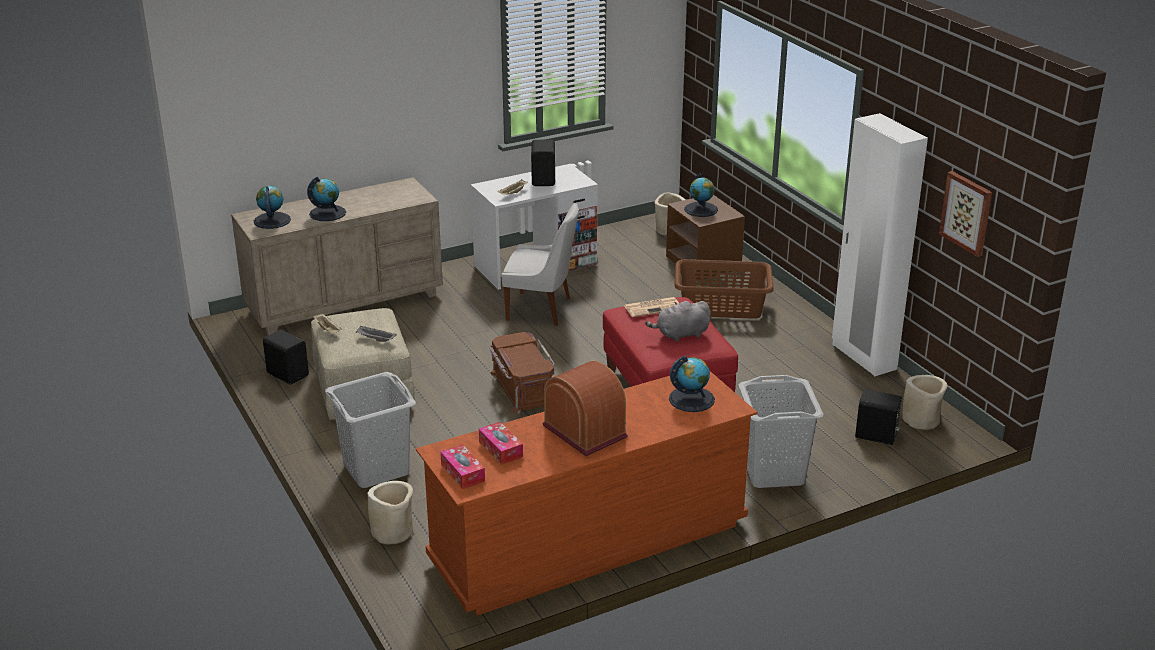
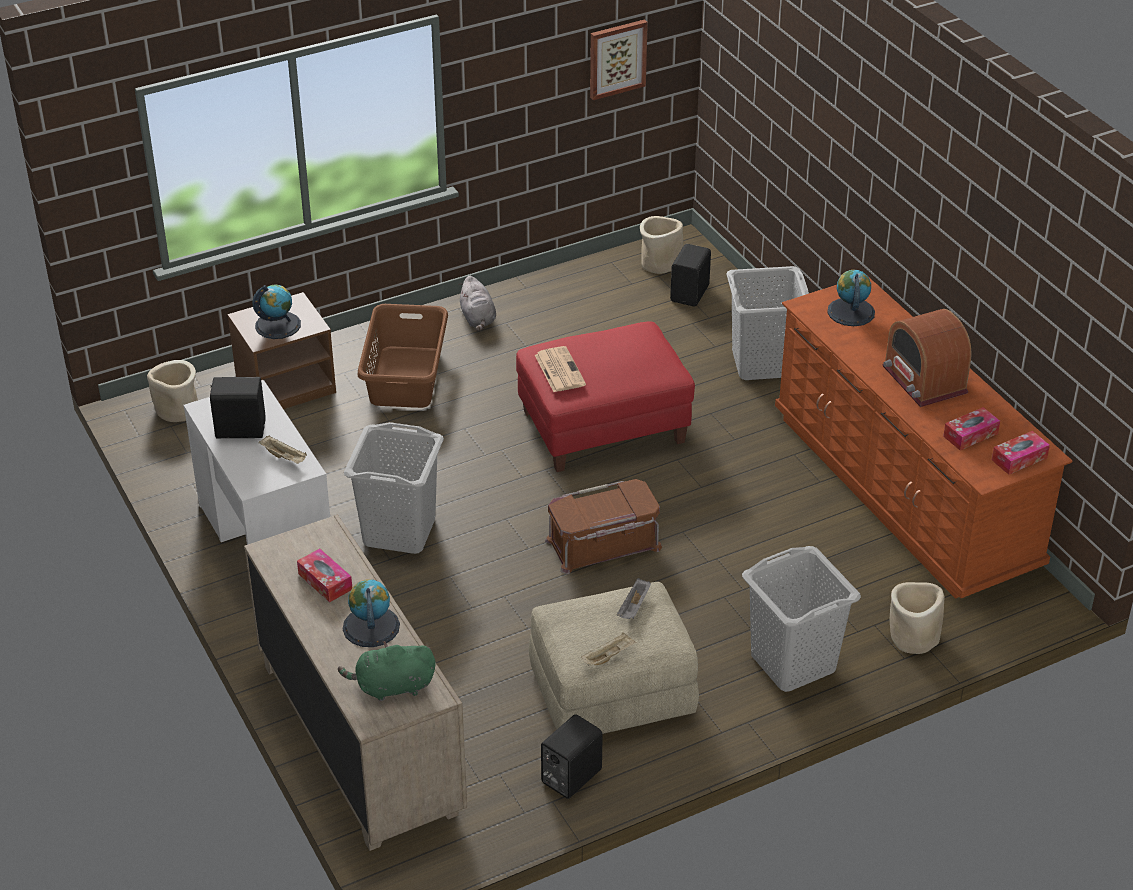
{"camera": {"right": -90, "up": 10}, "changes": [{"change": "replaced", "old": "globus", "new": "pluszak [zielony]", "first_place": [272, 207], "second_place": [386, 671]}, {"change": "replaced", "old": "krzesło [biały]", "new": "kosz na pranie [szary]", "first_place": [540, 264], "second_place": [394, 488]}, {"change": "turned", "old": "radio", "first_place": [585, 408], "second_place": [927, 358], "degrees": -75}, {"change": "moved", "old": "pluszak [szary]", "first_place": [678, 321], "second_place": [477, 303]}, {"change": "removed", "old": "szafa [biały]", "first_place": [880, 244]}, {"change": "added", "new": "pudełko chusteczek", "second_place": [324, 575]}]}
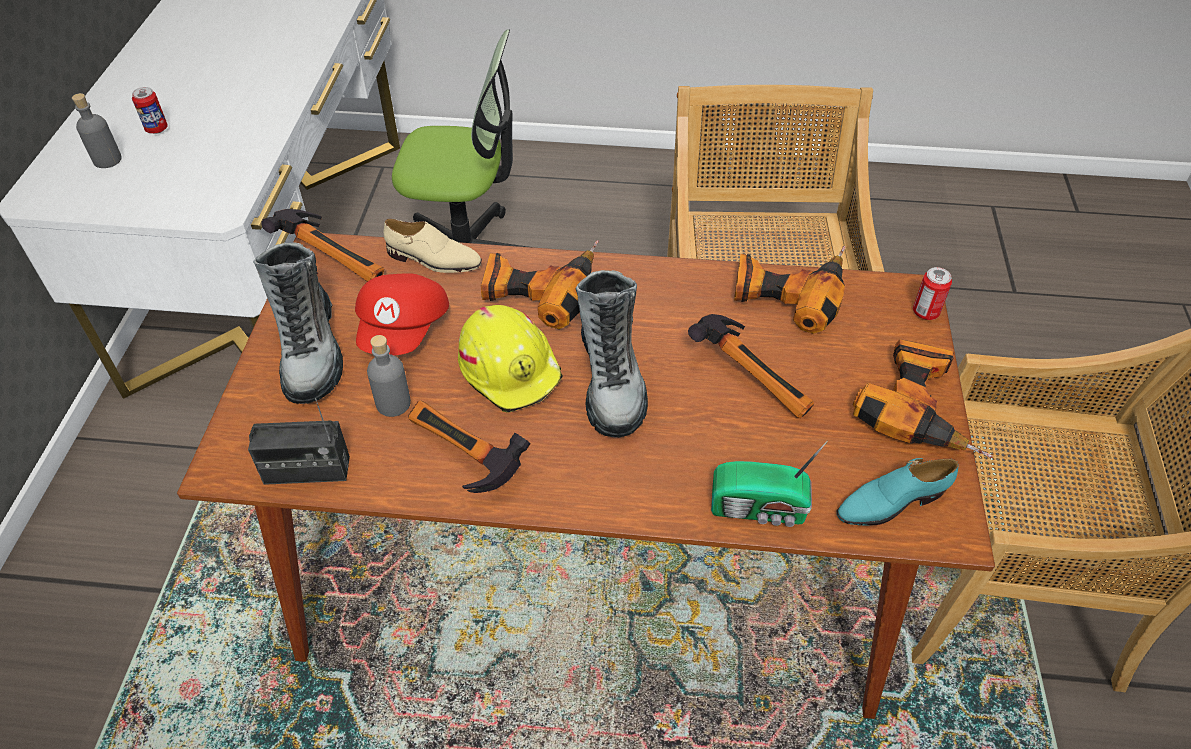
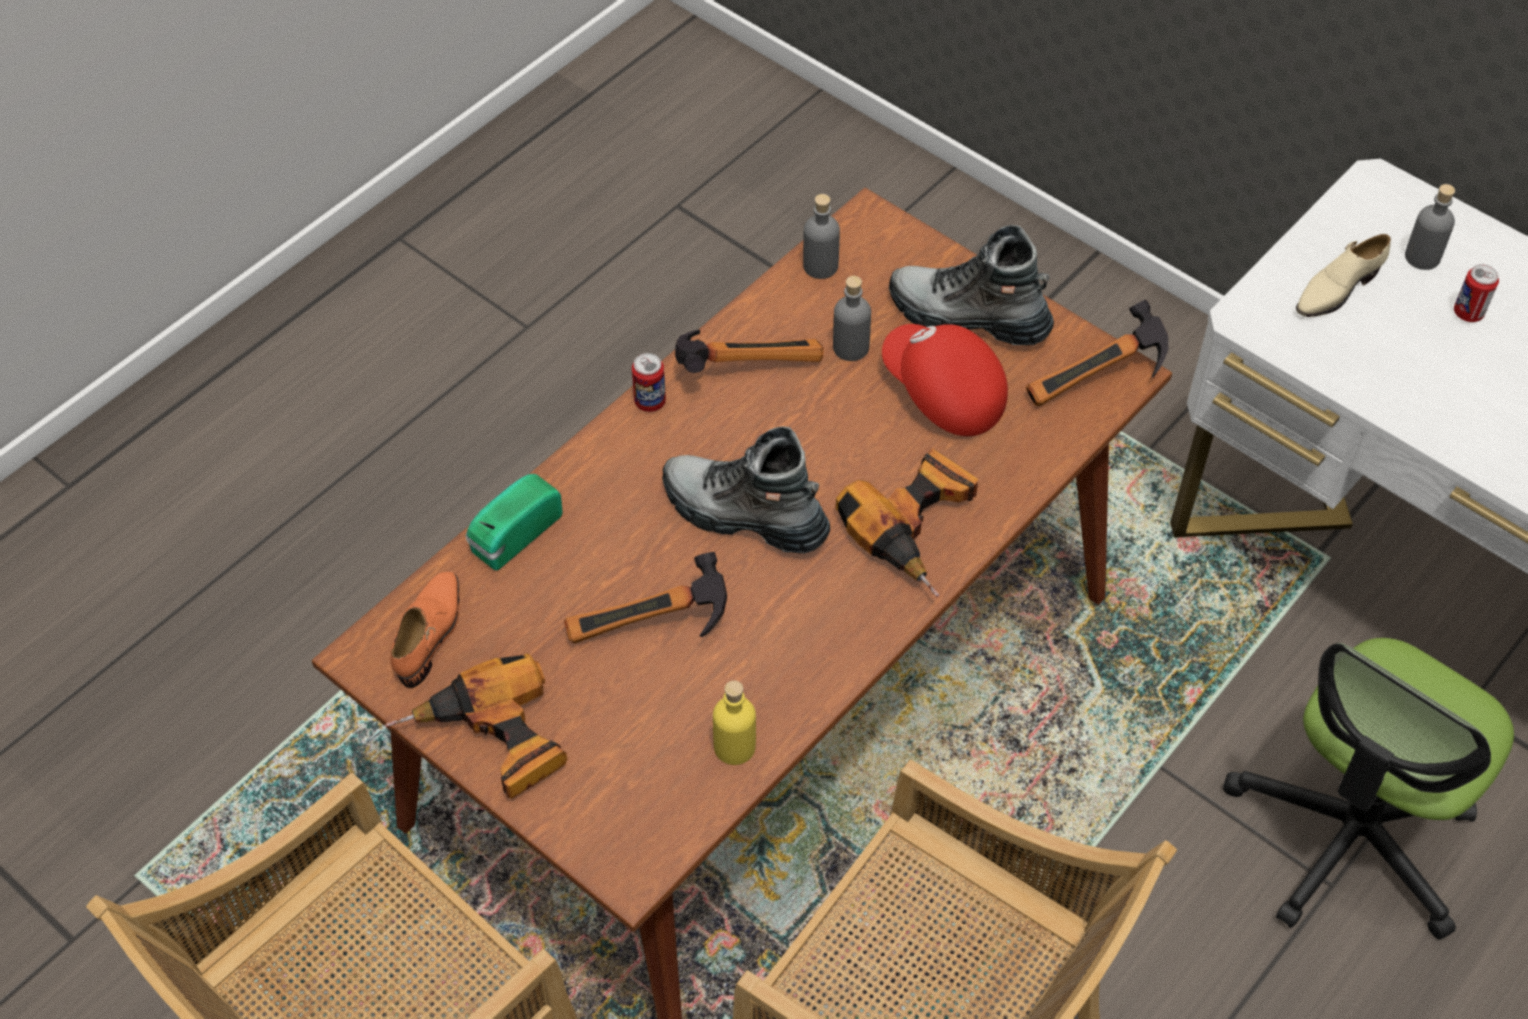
{"camera": {"right": 125, "up": 5}, "changes": [{"change": "replaced", "old": "radio", "new": "butelka [szary]", "first_place": [299, 441], "second_place": [821, 236]}, {"change": "moved", "old": "but [beżowy]", "first_place": [433, 246], "second_place": [1343, 275]}, {"change": "removed", "old": "kask [żółty]", "first_place": [510, 359]}, {"change": "replaced", "old": "wiertarka", "new": "butelka [żółty]", "first_place": [789, 290], "second_place": [734, 723]}, {"change": "recoloured", "old": "but [turkusowy]", "new": "but [pomarańczowy]", "first_place": [897, 491], "second_place": [425, 630]}, {"change": "moved", "old": "puszka", "first_place": [932, 293], "second_place": [649, 382]}]}
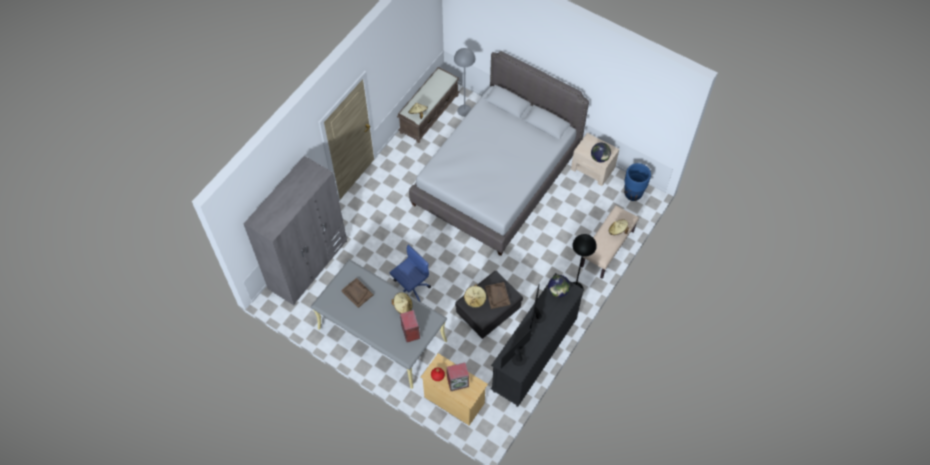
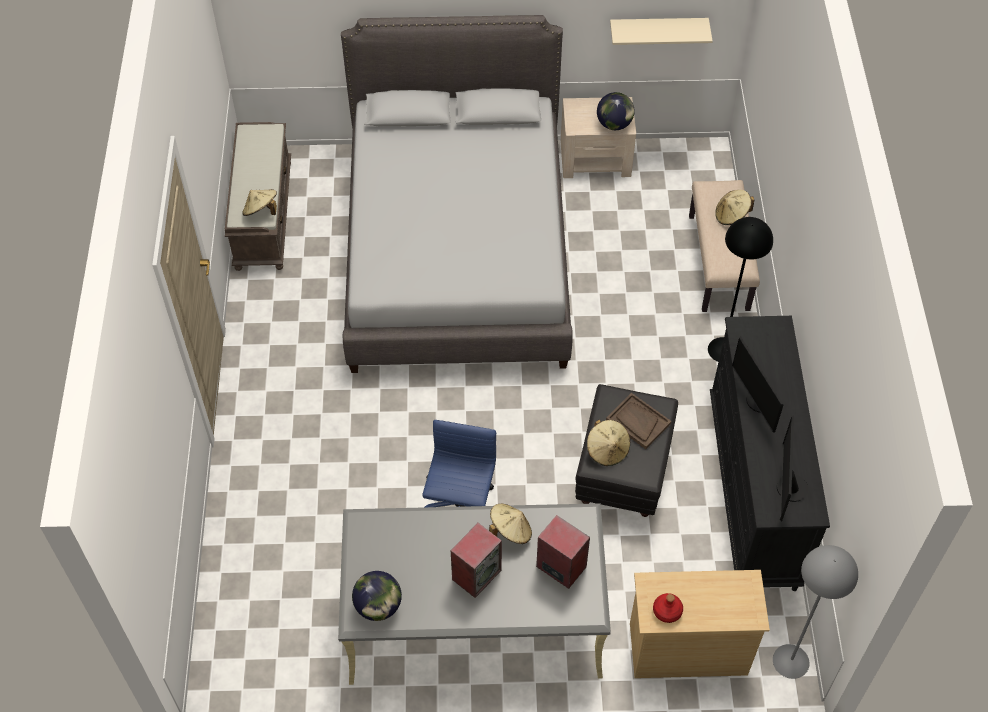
{"camera": {"right": -35, "up": -5}, "changes": [{"change": "removed", "old": "szafa [szary]", "first_place": [295, 230]}, {"change": "removed", "old": "taca [brązowy]", "first_place": [357, 293]}, {"change": "moved", "old": "głośnik", "first_place": [458, 377], "second_place": [476, 560]}, {"change": "moved", "old": "lampa stojąca [szary]", "first_place": [464, 82], "second_place": [815, 612]}, {"change": "moved", "old": "globus", "first_place": [559, 286], "second_place": [377, 596]}, {"change": "removed", "old": "donica [niebieski]", "first_place": [637, 182]}, {"change": "added", "new": "półka [beżowy]", "second_place": [661, 31]}]}
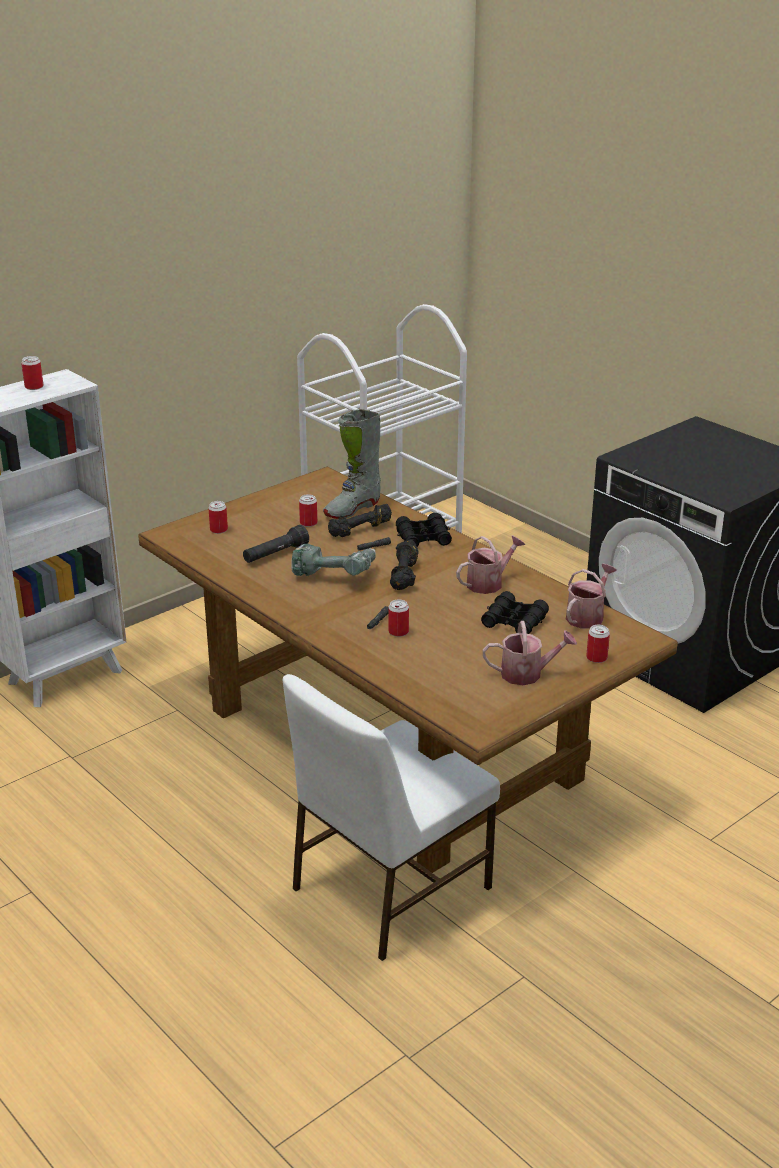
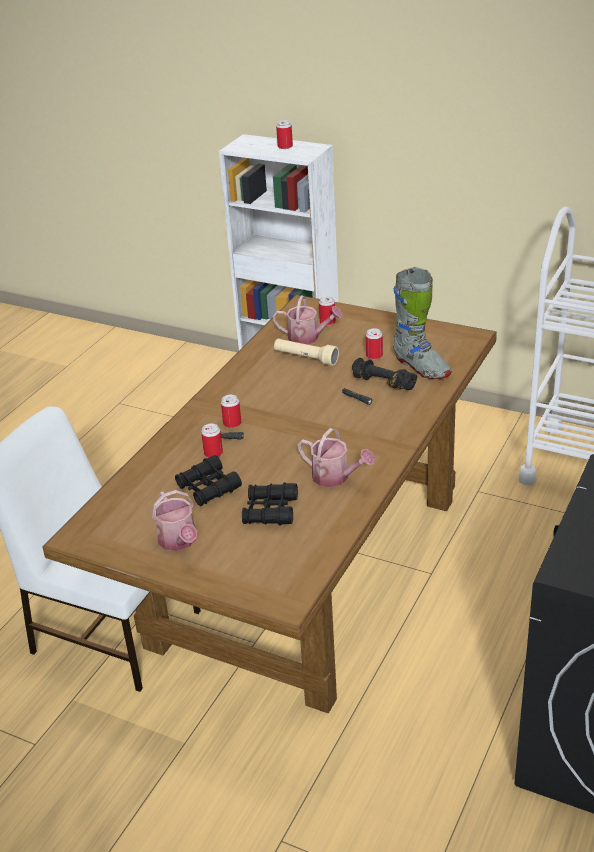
{"camera": {"right": 70, "up": 5}, "changes": [{"change": "recoloured", "old": "latarka [czarny]", "new": "latarka [beżowy]", "first_place": [276, 544], "second_place": [306, 352]}, {"change": "removed", "old": "wiertarka", "first_place": [334, 560]}, {"change": "turned", "old": "but z cholewką [szary]", "first_place": [352, 464], "second_place": [422, 323], "degrees": -150}, {"change": "removed", "old": "hantel [czarny]", "first_place": [404, 564]}, {"change": "moved", "old": "lornetka [czarny]", "first_place": [424, 529], "second_place": [208, 480]}, {"change": "moved", "old": "konewka", "first_place": [591, 596], "second_place": [308, 320]}, {"change": "moved", "old": "puszka", "first_place": [598, 644], "second_place": [231, 411]}]}
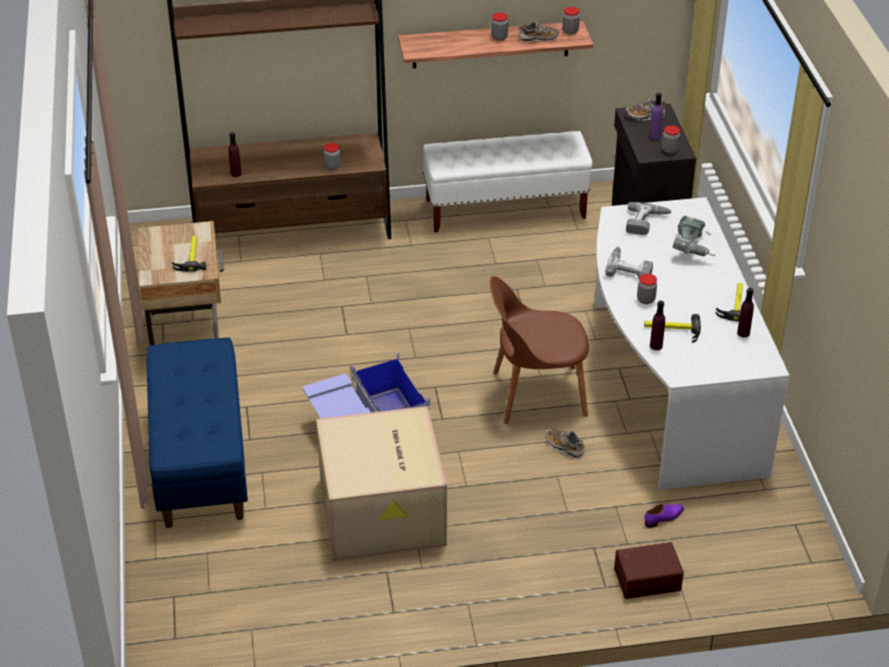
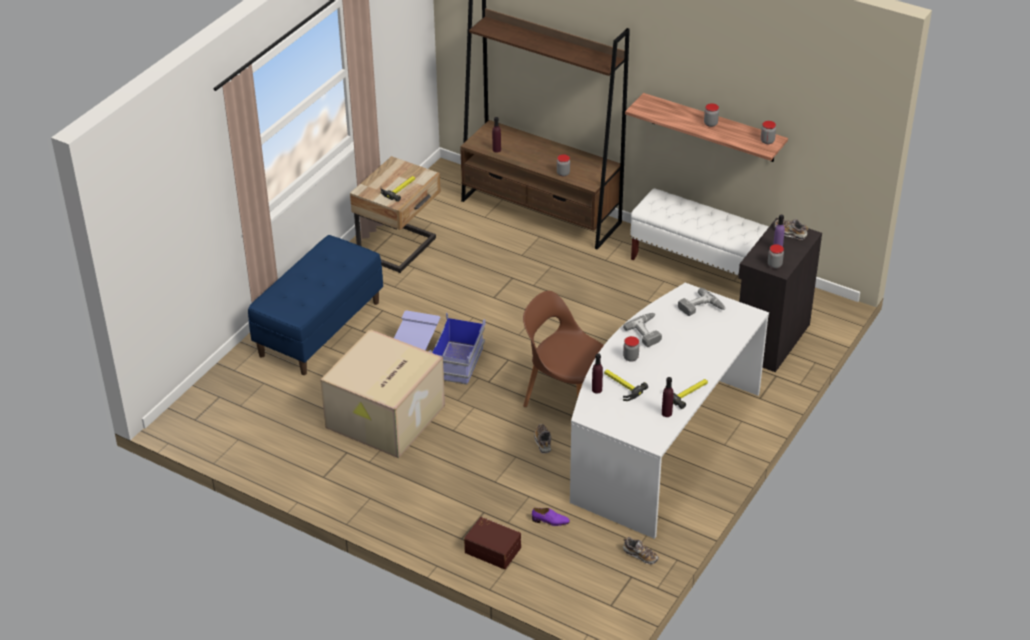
{"camera": {"right": 40, "up": 0}, "changes": [{"change": "moved", "old": "but", "first_place": [538, 31], "second_place": [641, 550]}, {"change": "removed", "old": "wiertarka", "first_place": [694, 236]}]}
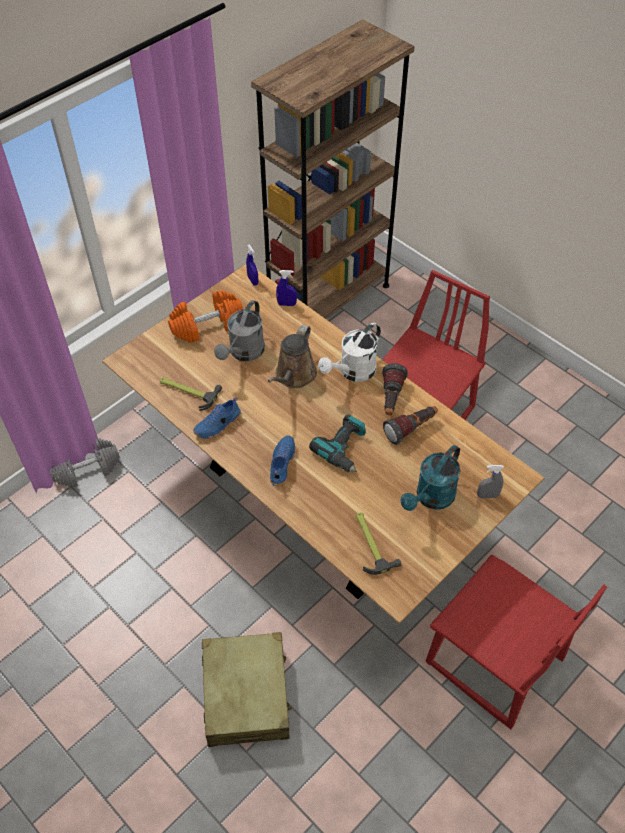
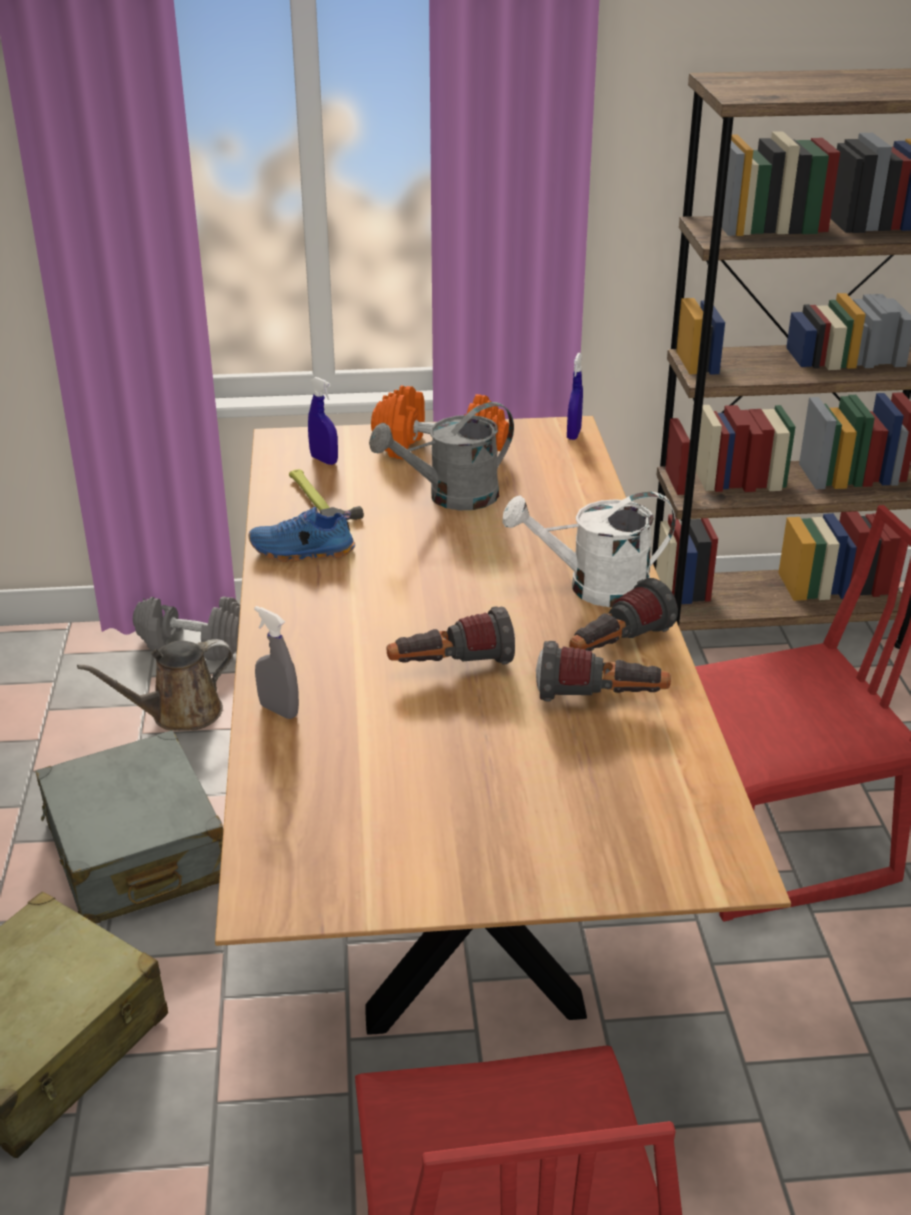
{"camera": {"right": 40, "up": -20}, "changes": [{"change": "moved", "old": "konewka [brązowy]", "first_place": [292, 356], "second_place": [155, 685]}, {"change": "removed", "old": "but [niebieski]", "first_place": [282, 460]}, {"change": "moved", "old": "spryskiwacz [niebieski]", "first_place": [286, 288], "second_place": [323, 421]}, {"change": "replaced", "old": "wiertarka", "new": "latarka", "first_place": [337, 443], "second_place": [451, 635]}, {"change": "removed", "old": "młotek", "first_place": [378, 543]}, {"change": "removed", "old": "konewka [turkusowy]", "first_place": [430, 478]}, {"change": "moved", "old": "spryskiwacz [szary]", "first_place": [490, 481], "second_place": [276, 662]}, {"change": "added", "new": "walizka [szary]", "second_place": [129, 827]}]}
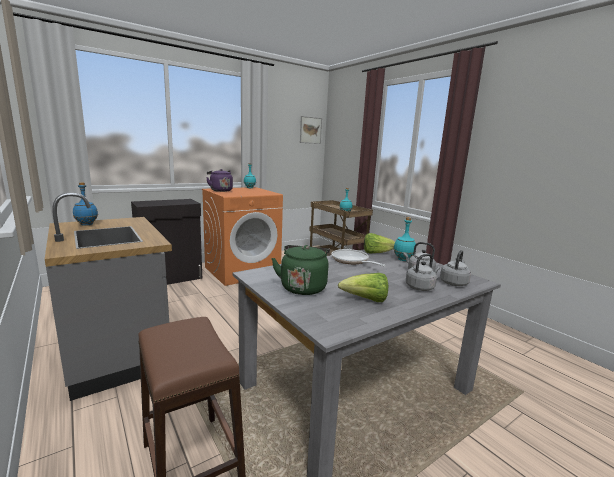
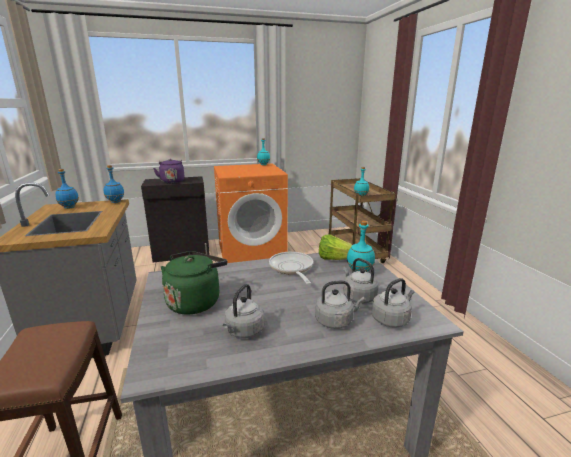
{"camera": {"right": 20, "up": 5}, "changes": [{"change": "moved", "old": "czajnik [fioletowy]", "first_place": [219, 180], "second_place": [169, 171]}, {"change": "removed", "old": "obraz", "first_place": [311, 130]}, {"change": "replaced", "old": "sałata", "new": "czajnik [szary]", "first_place": [363, 287], "second_place": [244, 311]}, {"change": "added", "new": "butelka [niebieski]", "second_place": [114, 184]}]}
